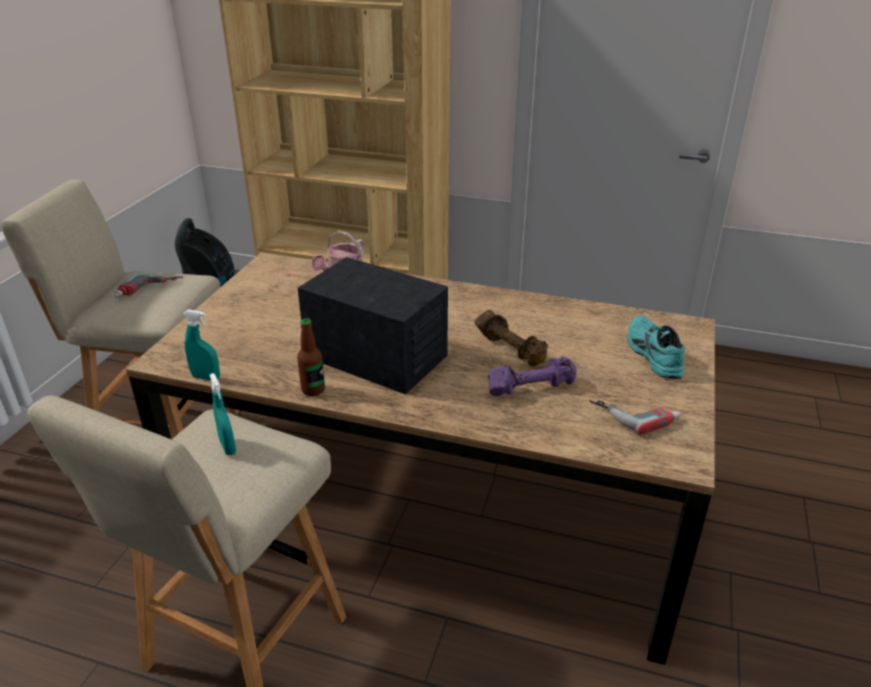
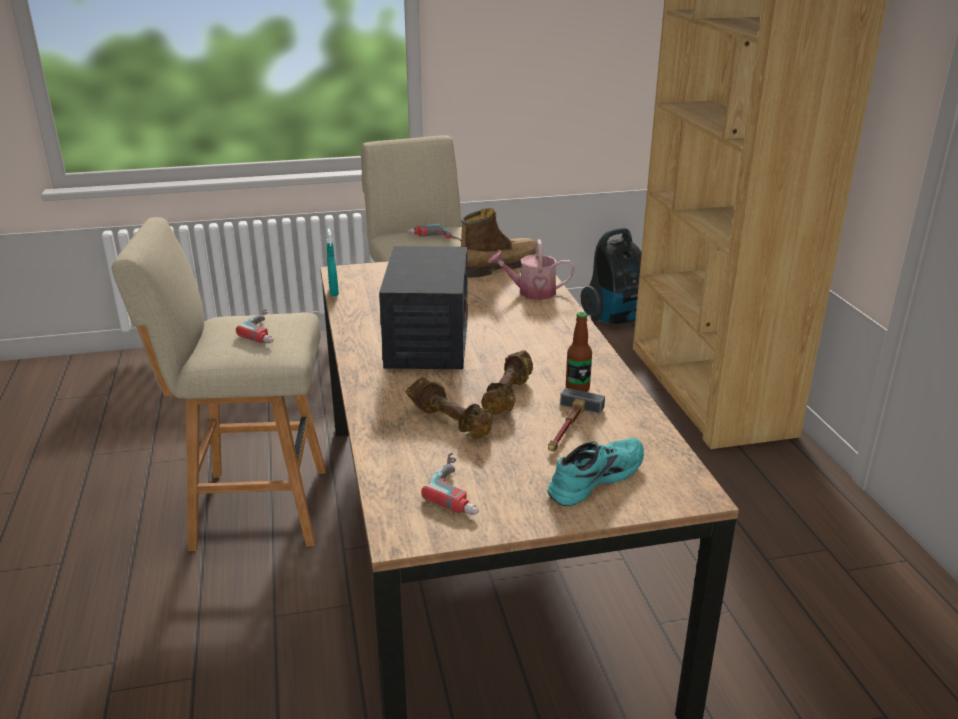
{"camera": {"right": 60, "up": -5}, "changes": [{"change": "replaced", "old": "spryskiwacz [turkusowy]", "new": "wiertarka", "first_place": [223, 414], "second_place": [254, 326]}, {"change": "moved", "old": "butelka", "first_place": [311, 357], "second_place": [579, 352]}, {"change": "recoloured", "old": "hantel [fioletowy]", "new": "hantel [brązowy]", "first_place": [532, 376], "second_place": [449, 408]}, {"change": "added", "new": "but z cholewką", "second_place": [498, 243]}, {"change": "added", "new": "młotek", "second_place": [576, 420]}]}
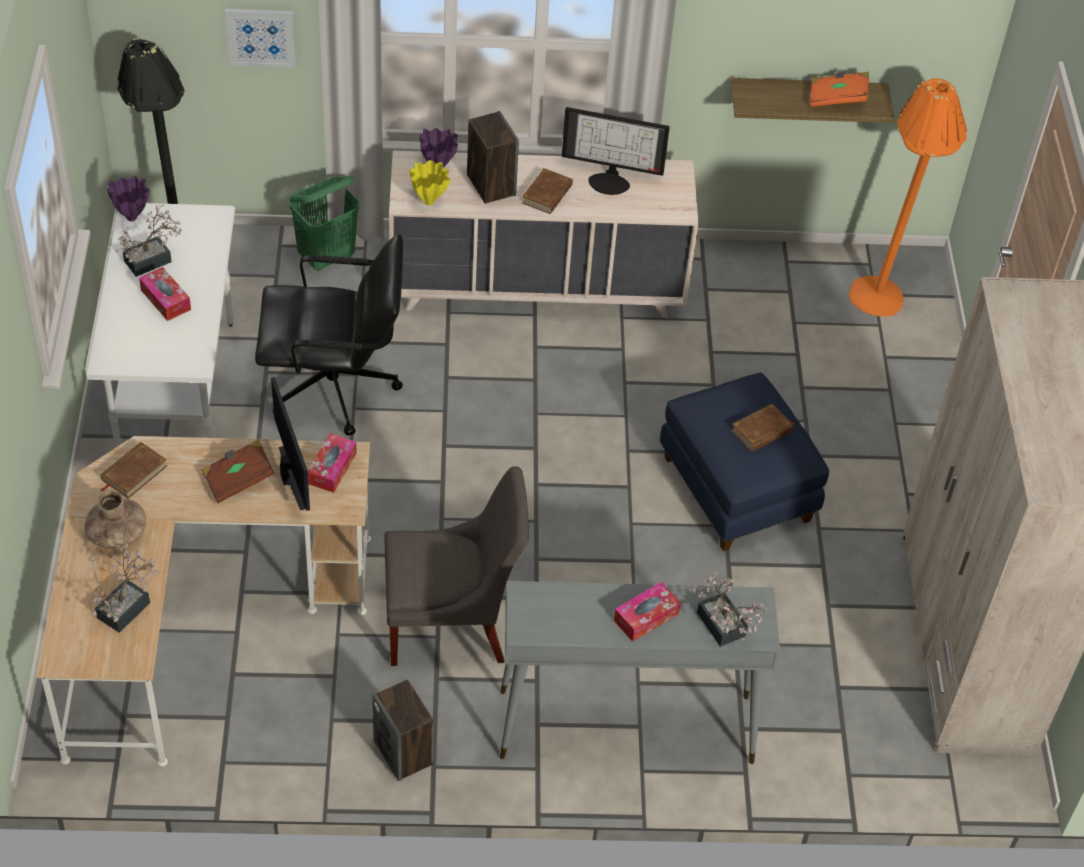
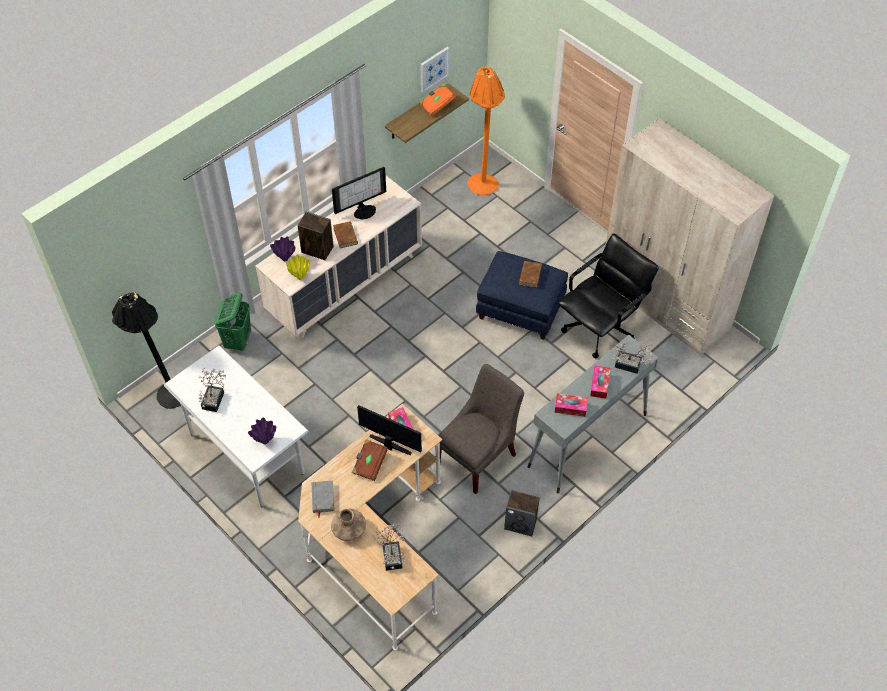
{"camera": {"right": -40, "up": 5}, "changes": [{"change": "recoloured", "old": "książka [brązowy]", "new": "książka [szary]", "first_place": [134, 470], "second_place": [323, 499]}, {"change": "moved", "old": "wazon [fioletowy]", "first_place": [128, 198], "second_place": [262, 431]}, {"change": "moved", "old": "pudełko chusteczek", "first_place": [165, 294], "second_place": [571, 405]}, {"change": "moved", "old": "obraz", "first_place": [261, 38], "second_place": [434, 70]}, {"change": "moved", "old": "krzesło biurowe [czarny]", "first_place": [329, 335], "second_place": [608, 295]}]}
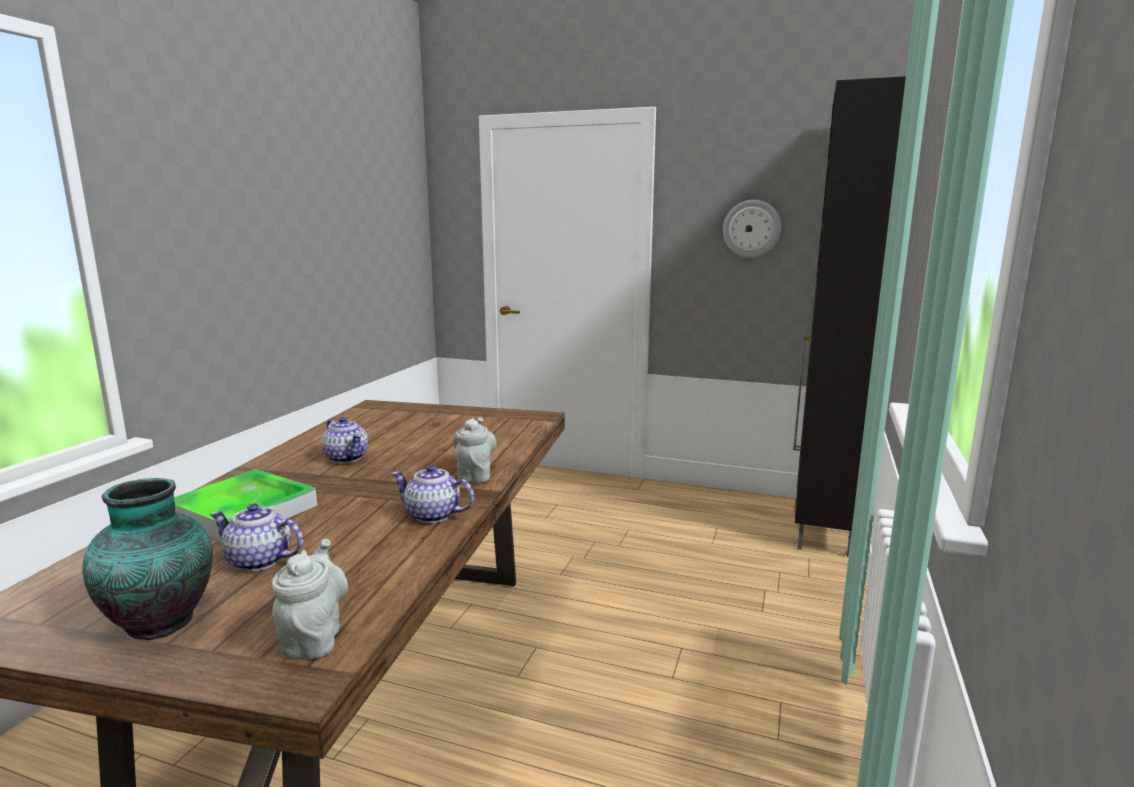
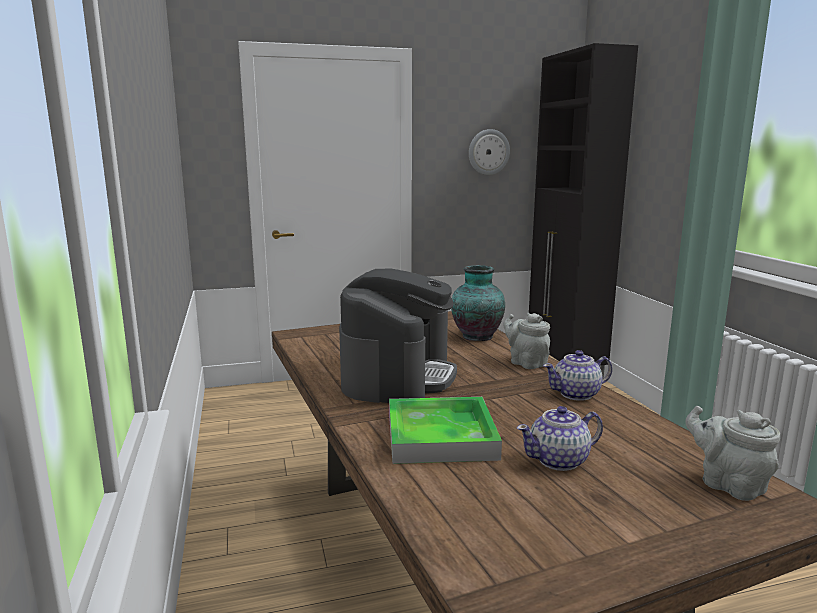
{"camera": {"right": -35, "up": 0}, "changes": [{"change": "moved", "old": "wazon", "first_place": [147, 559], "second_place": [478, 303]}, {"change": "replaced", "old": "imbryk", "new": "ekspres do kawy", "first_place": [344, 440], "second_place": [398, 335]}]}
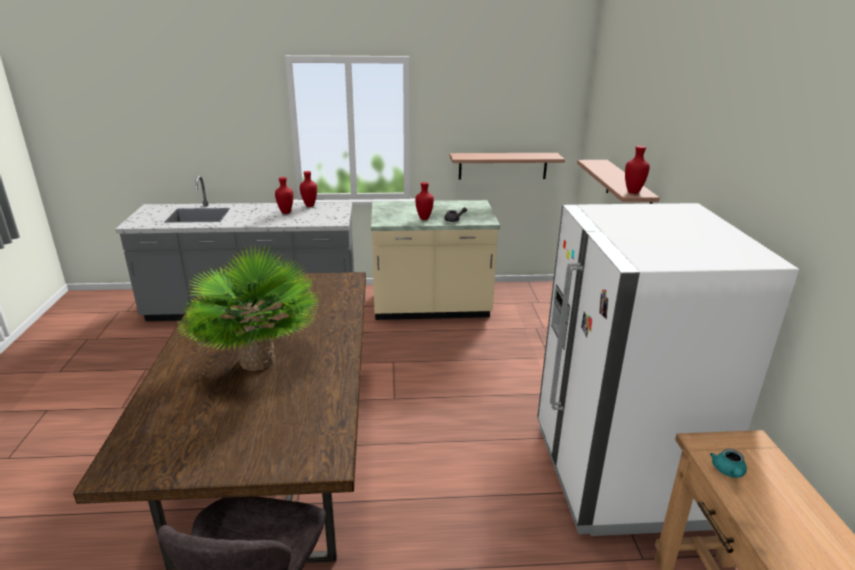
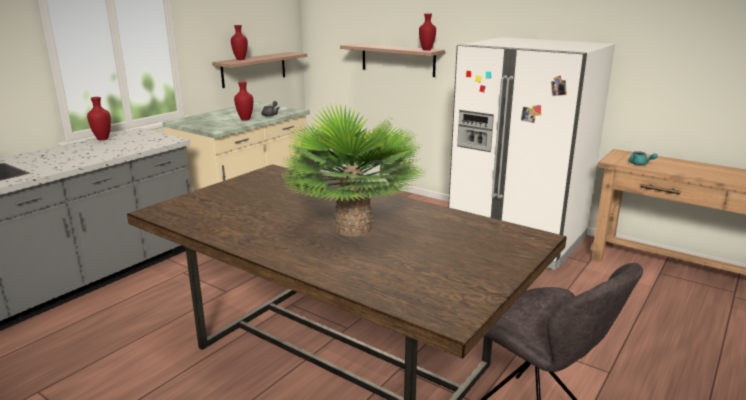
{"camera": {"right": -50, "up": -5}, "changes": [{"change": "moved", "old": "wazon [czerwony]", "first_place": [284, 195], "second_place": [239, 42]}]}
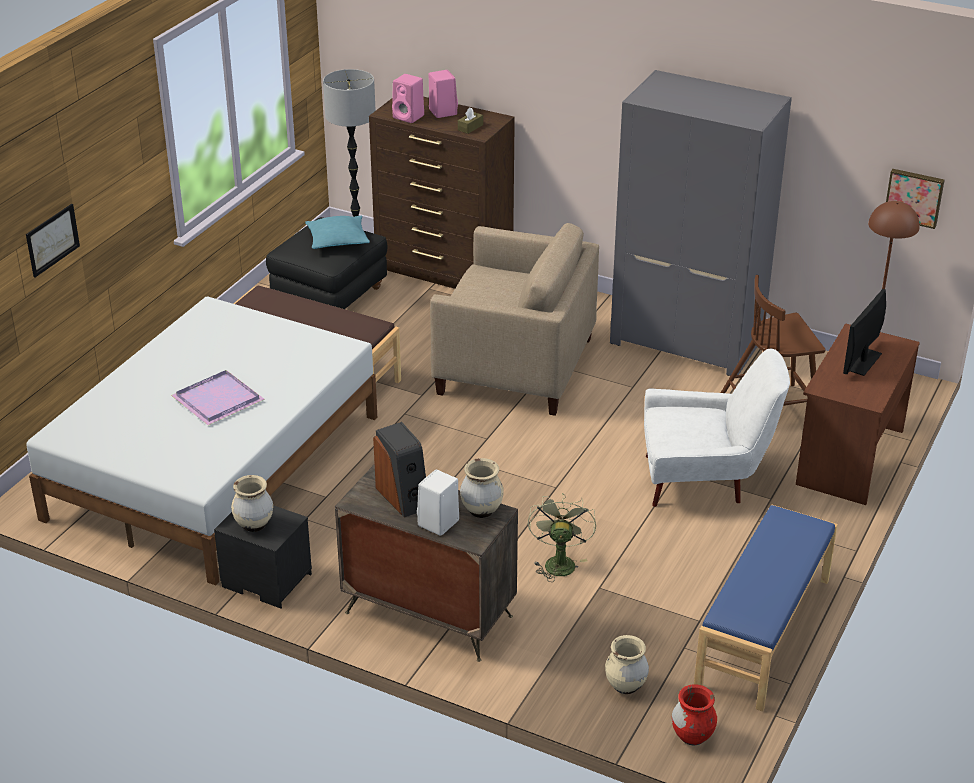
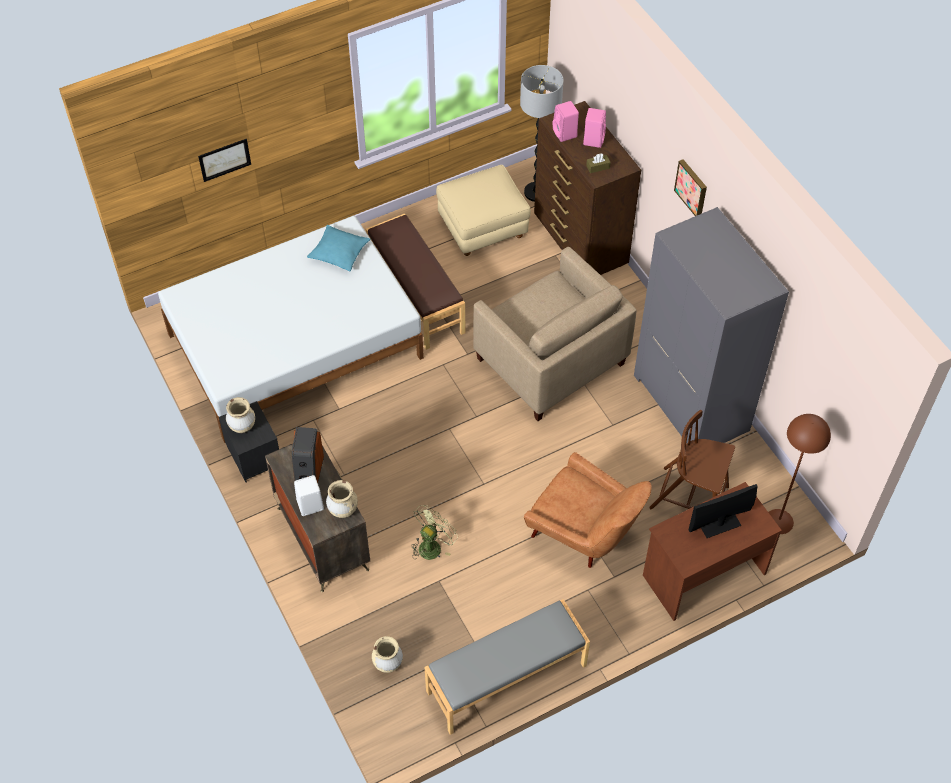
{"camera": {"right": 35, "up": 20}, "changes": [{"change": "removed", "old": "taca [fioletowy]", "first_place": [217, 397]}, {"change": "recoloured", "old": "pufa [czarny]", "new": "pufa [beżowy]", "first_place": [326, 263], "second_place": [483, 210]}, {"change": "moved", "old": "poduszka [turkusowy]", "first_place": [337, 232], "second_place": [339, 248]}, {"change": "recoloured", "old": "fotel [biały]", "new": "fotel [brązowy]", "first_place": [717, 428], "second_place": [588, 510]}, {"change": "removed", "old": "wazon [czerwony]", "first_place": [694, 714]}, {"change": "recoloured", "old": "ławka [niebieski]", "new": "ławka [szary]", "first_place": [766, 608], "second_place": [507, 667]}, {"change": "moved", "old": "obraz", "first_place": [915, 199], "second_place": [690, 187]}]}
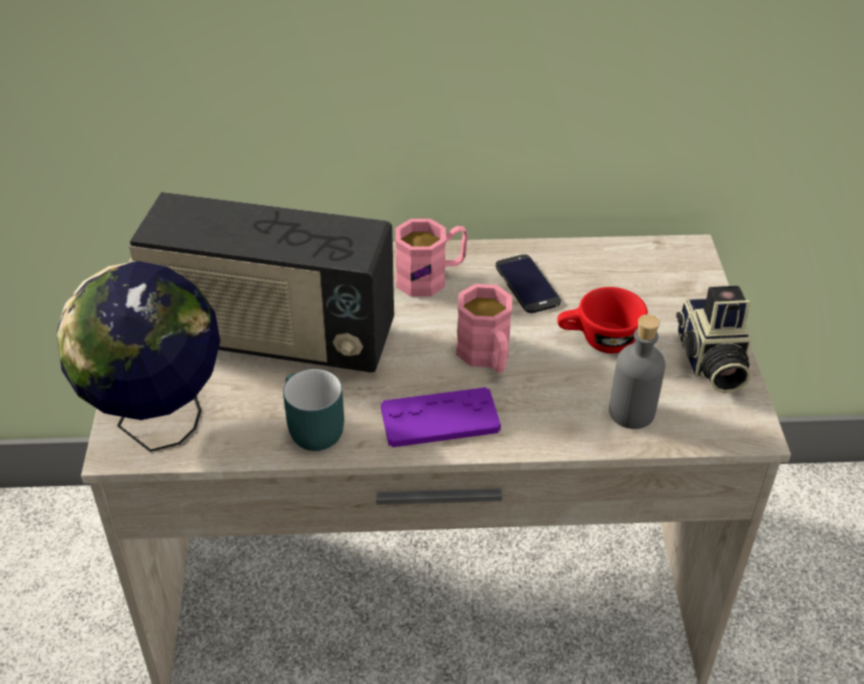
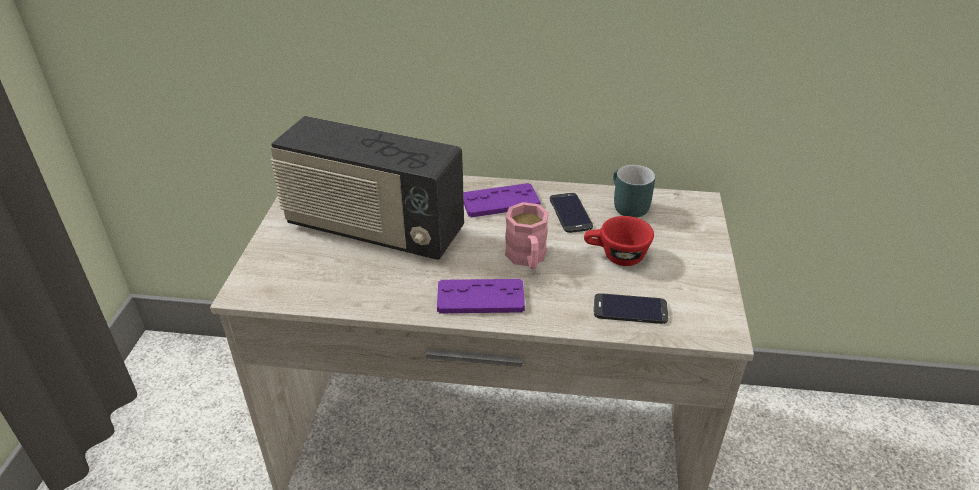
{"camera": {"right": 10, "up": -5}, "changes": [{"change": "removed", "old": "globus", "first_place": [138, 356]}, {"change": "moved", "old": "kubek [turkusowy]", "first_place": [313, 410], "second_place": [634, 191]}, {"change": "replaced", "old": "kubek [różowy]", "new": "pad do gier [fioletowy]", "first_place": [431, 258], "second_place": [501, 200]}, {"change": "replaced", "old": "butelka [szary]", "new": "telefon", "first_place": [637, 371], "second_place": [631, 308]}, {"change": "removed", "old": "aparat fotograficzny", "first_place": [713, 339]}]}
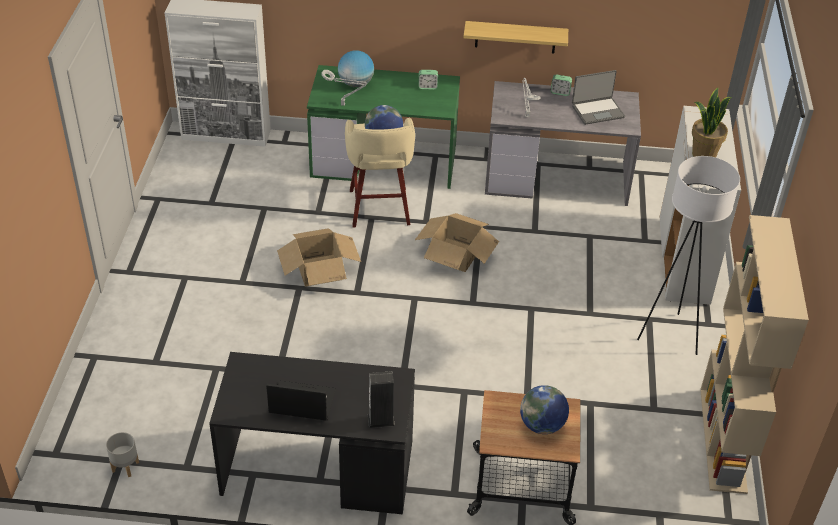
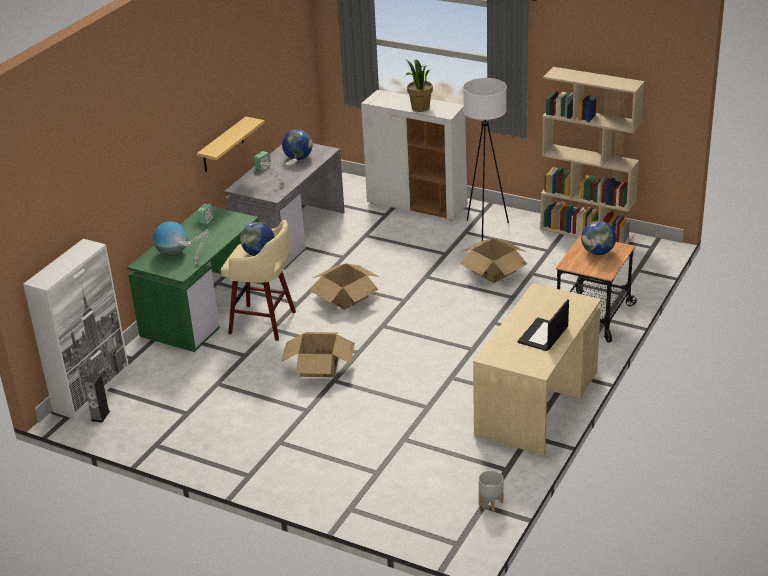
{"camera": {"right": -65, "up": -10}, "changes": [{"change": "recoloured", "old": "biurko [czarny]", "new": "biurko [beżowy]", "first_place": [312, 433], "second_place": [537, 369]}, {"change": "moved", "old": "głośnik", "first_place": [381, 399], "second_place": [97, 397]}, {"change": "replaced", "old": "laptop", "new": "globus", "first_place": [598, 97], "second_place": [297, 144]}, {"change": "added", "new": "karton", "second_place": [493, 260]}]}
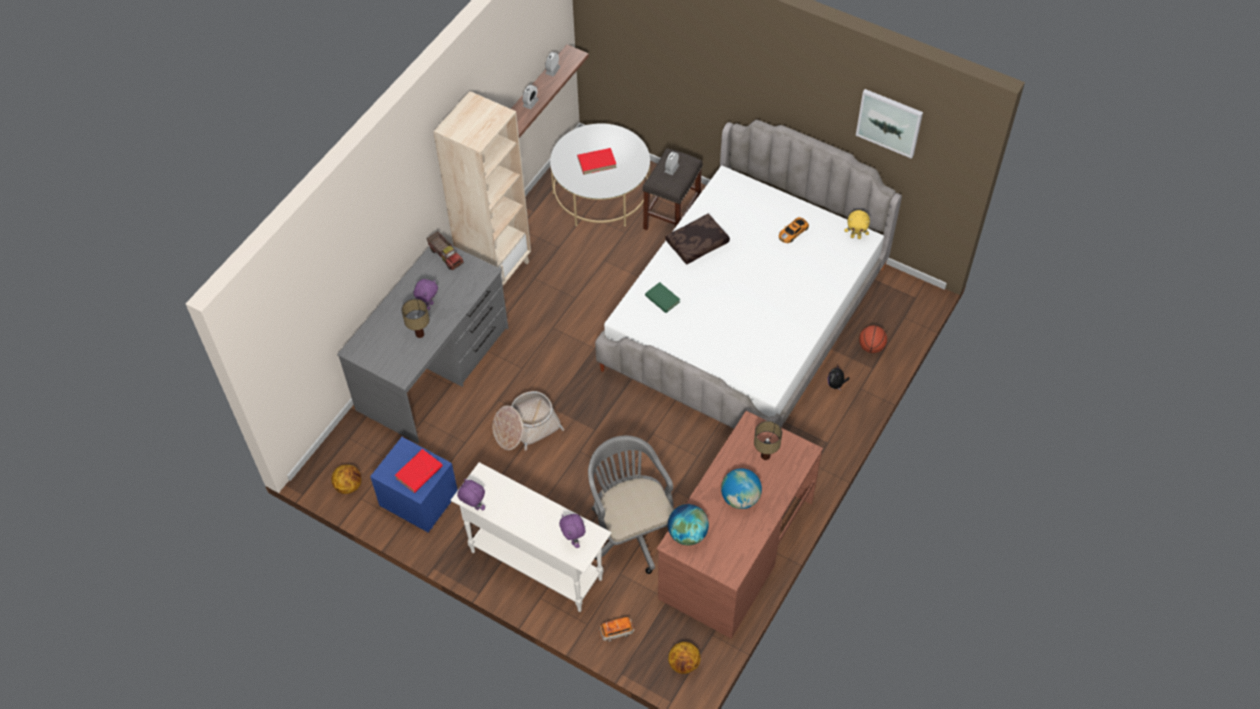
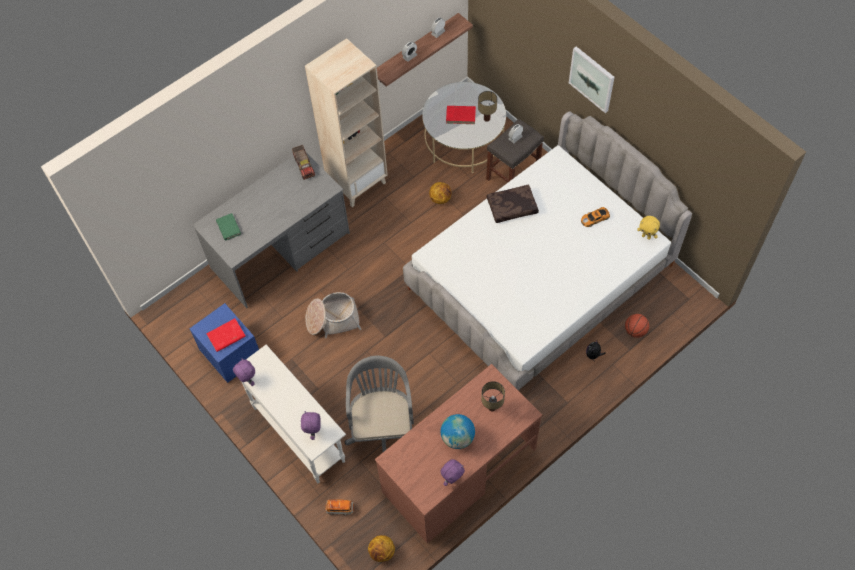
{"camera": {"right": 20, "up": 5}, "changes": [{"change": "moved", "old": "piłka do koszykówki", "first_place": [346, 479], "second_place": [440, 193]}, {"change": "moved", "old": "lampa stołowa", "first_place": [415, 318], "second_place": [487, 106]}, {"change": "moved", "old": "pluszak [fioletowy]", "first_place": [425, 294], "second_place": [452, 472]}, {"change": "moved", "old": "książka [zielony]", "first_place": [662, 297], "second_place": [228, 227]}, {"change": "removed", "old": "globus", "first_place": [688, 524]}, {"change": "moved", "old": "obraz", "first_place": [889, 124], "second_place": [592, 79]}]}
